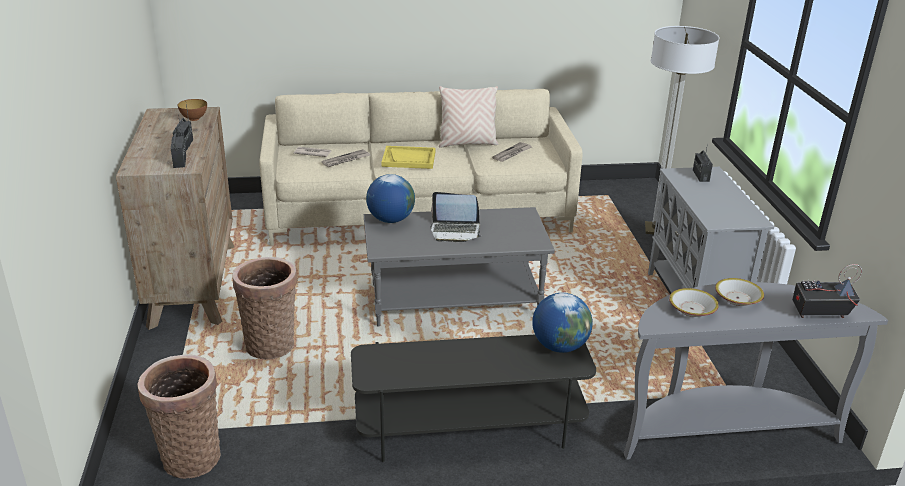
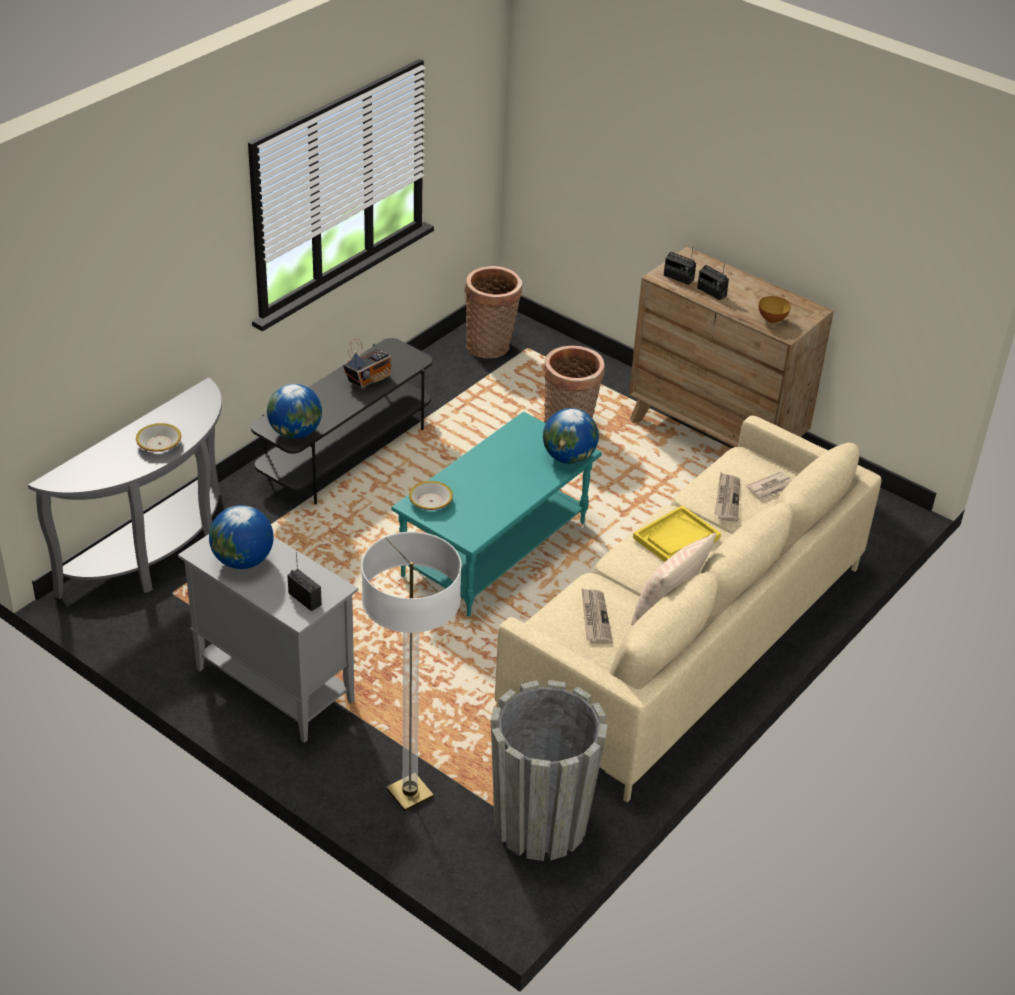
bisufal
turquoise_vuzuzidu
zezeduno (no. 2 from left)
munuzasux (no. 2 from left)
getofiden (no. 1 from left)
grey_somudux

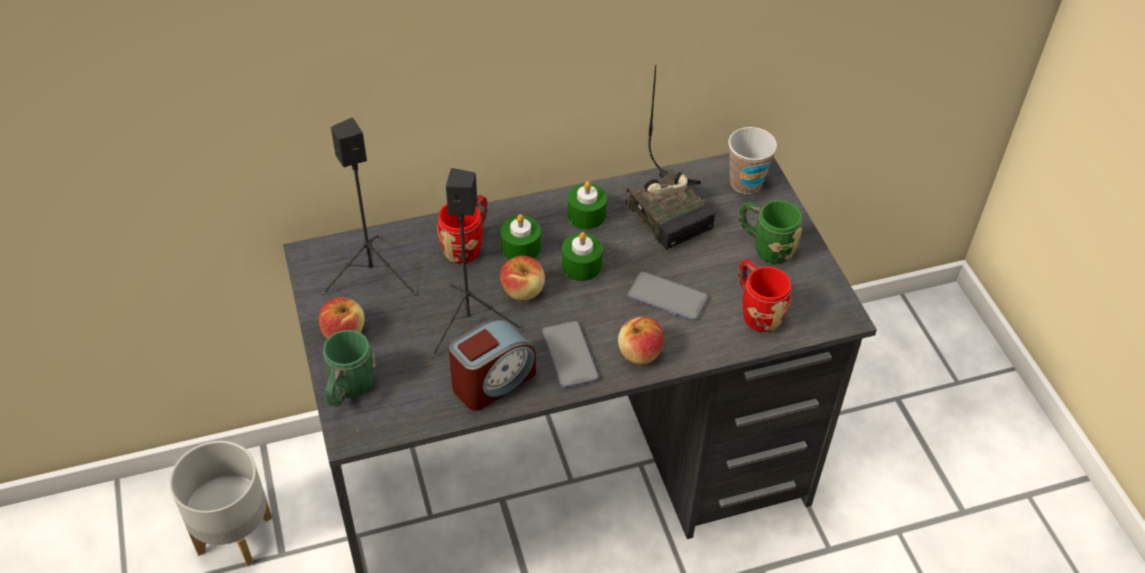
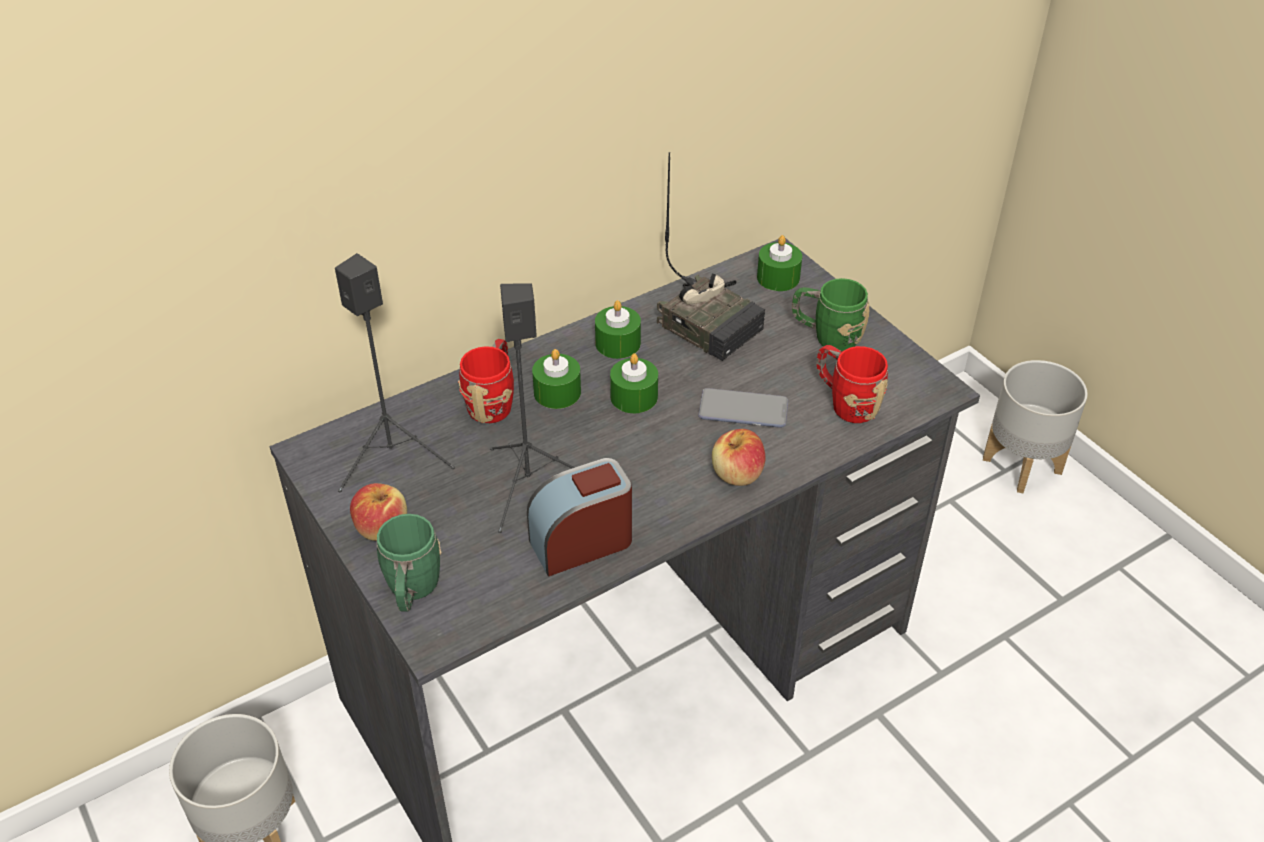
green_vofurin (no. 4 from left)
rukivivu (no. 2 from left in the first image)
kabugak
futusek (no. 1 from left in the first image)
grey_somudux (no. 2 from left)

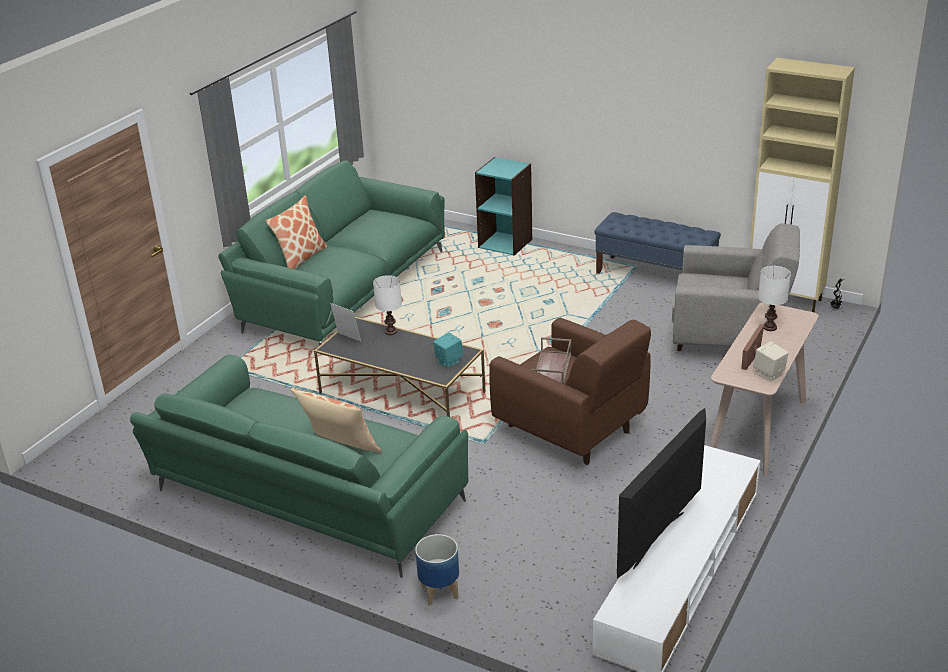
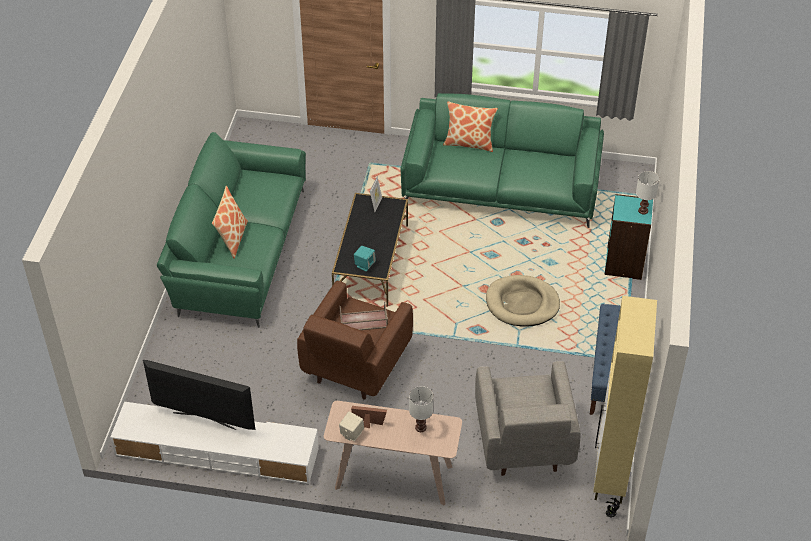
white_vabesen (no. 2 from left)
somudux
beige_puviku

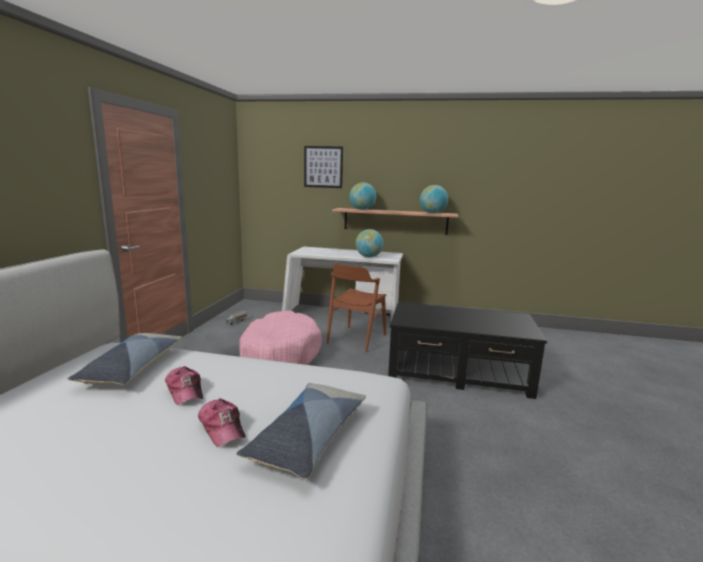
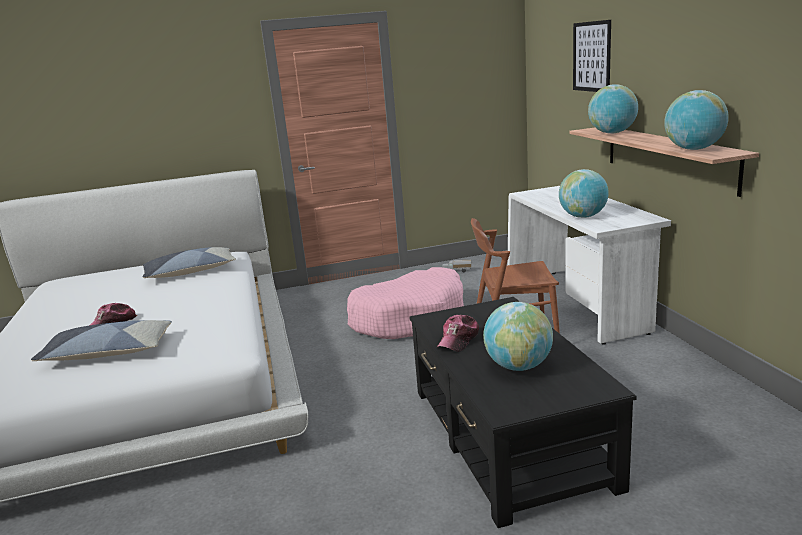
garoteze (no. 2 from left)
getofiden (no. 1 from left)

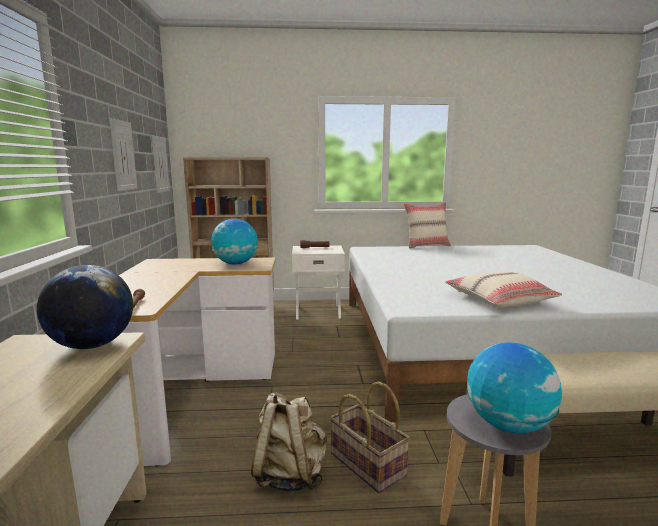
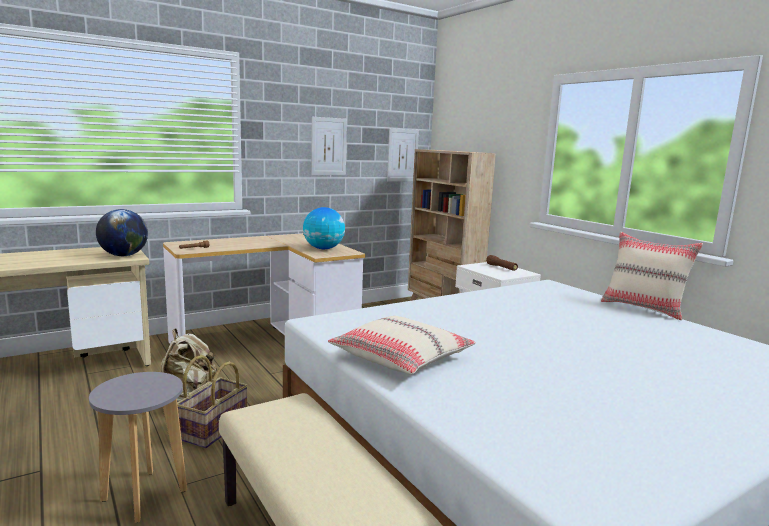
getofiden (no. 3 from left in the first image)

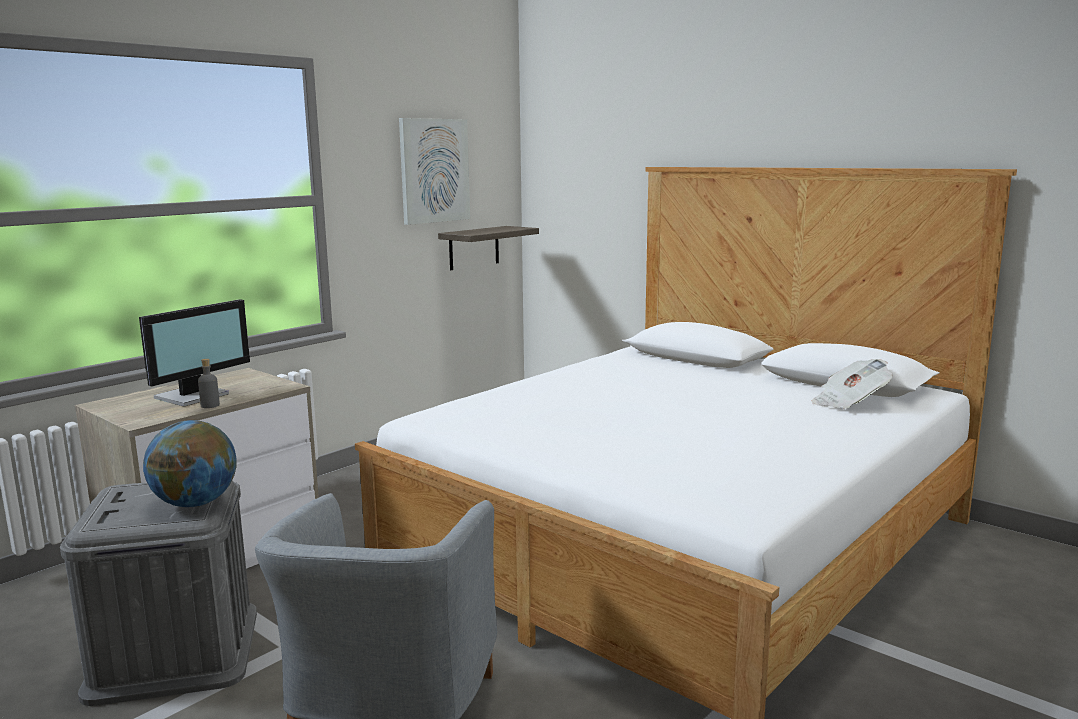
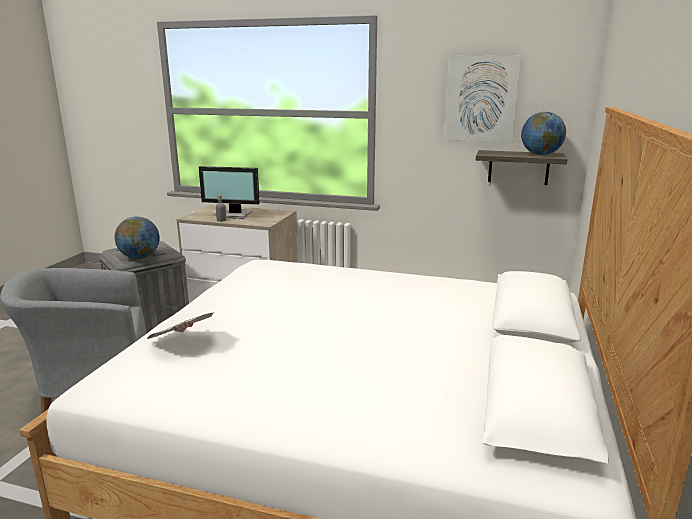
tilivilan
getofiden (no. 2 from left)

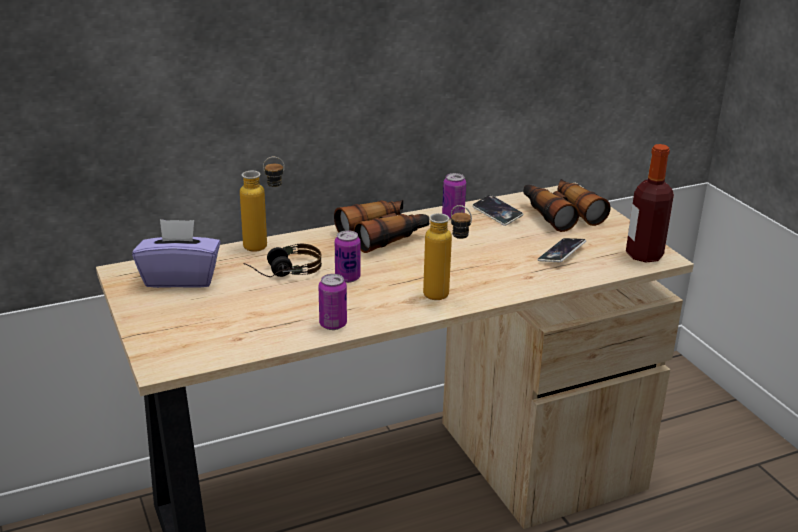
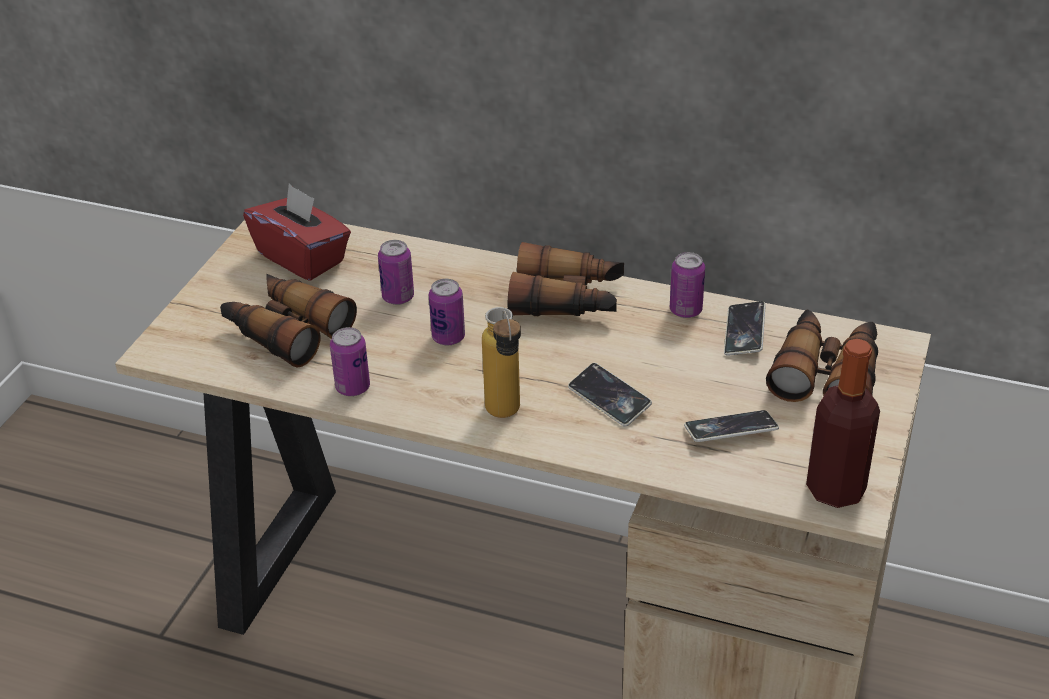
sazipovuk (no. 1 from left in the first image)
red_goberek
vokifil (no. 2 from left)
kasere (no. 1 from left)
futusek (no. 1 from left)

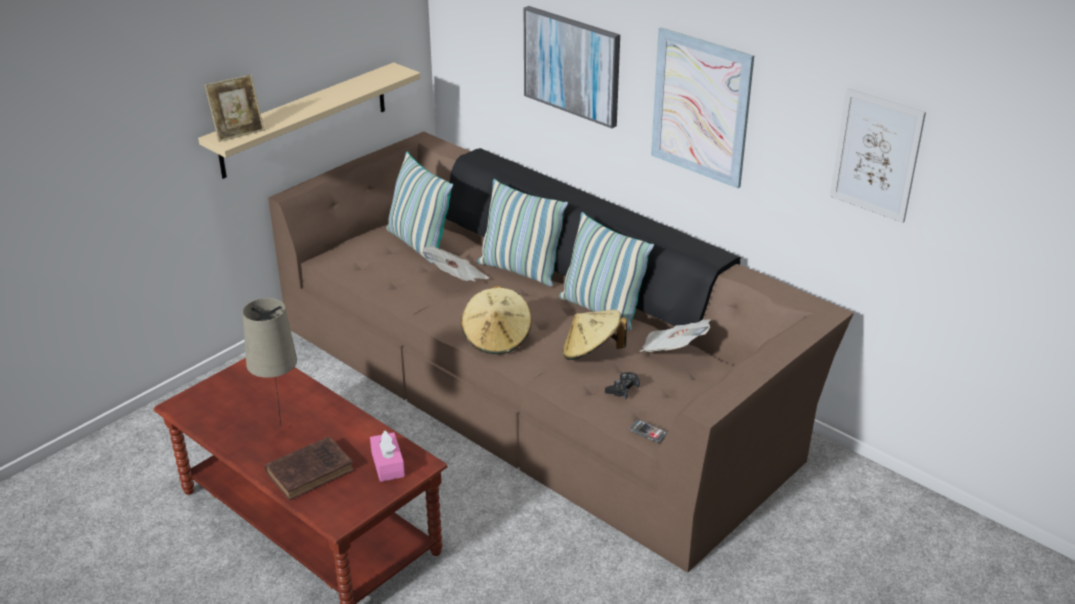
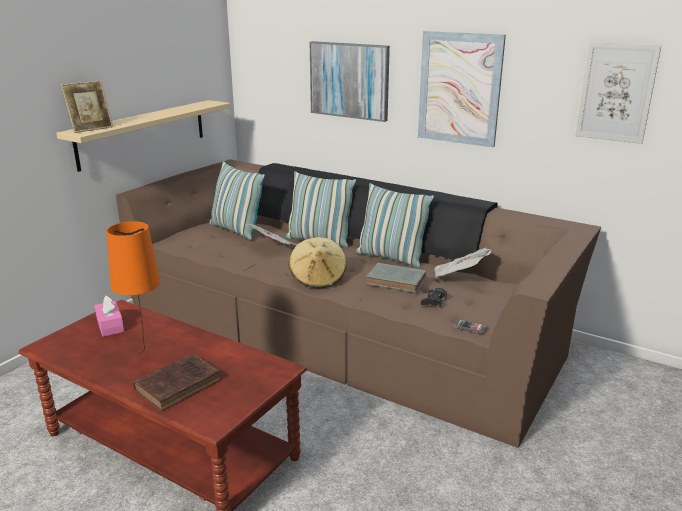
orange_vabesen
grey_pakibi
pink_goberek

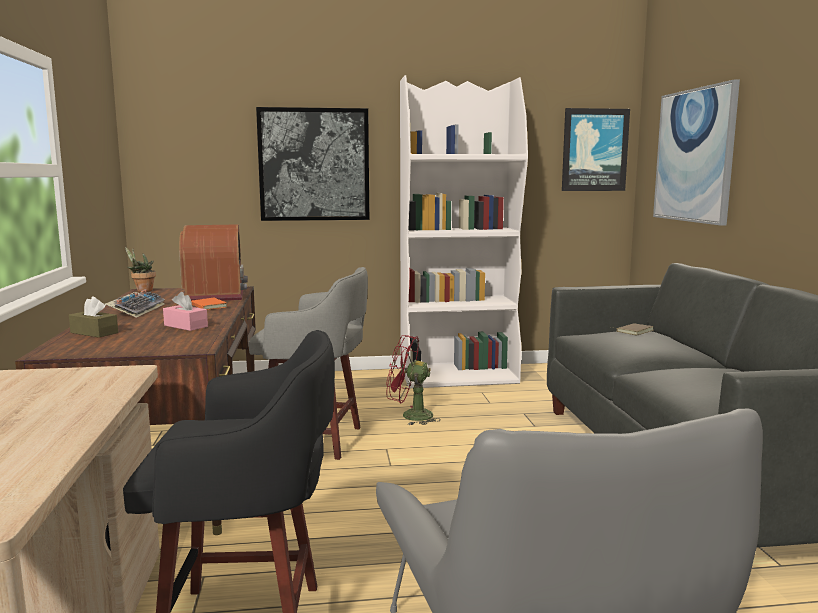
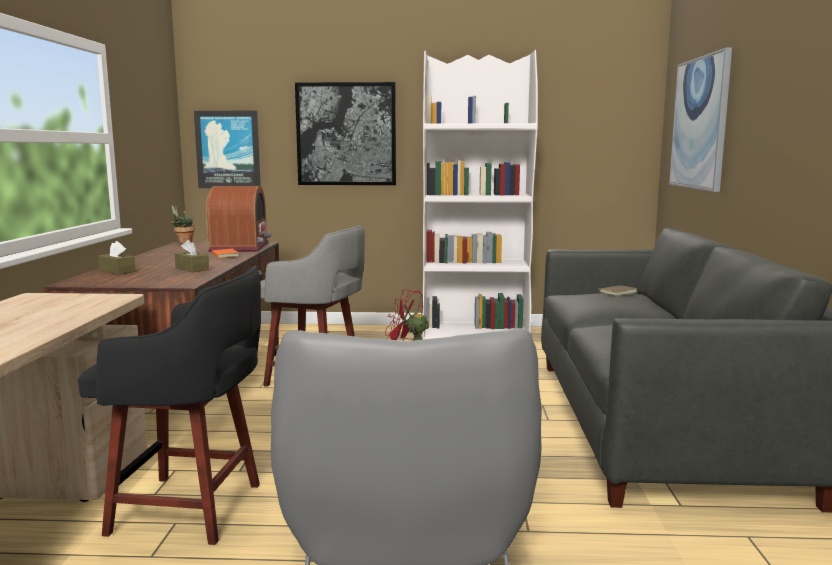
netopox (no. 1 from left)
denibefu
brown_goberek (no. 2 from left)

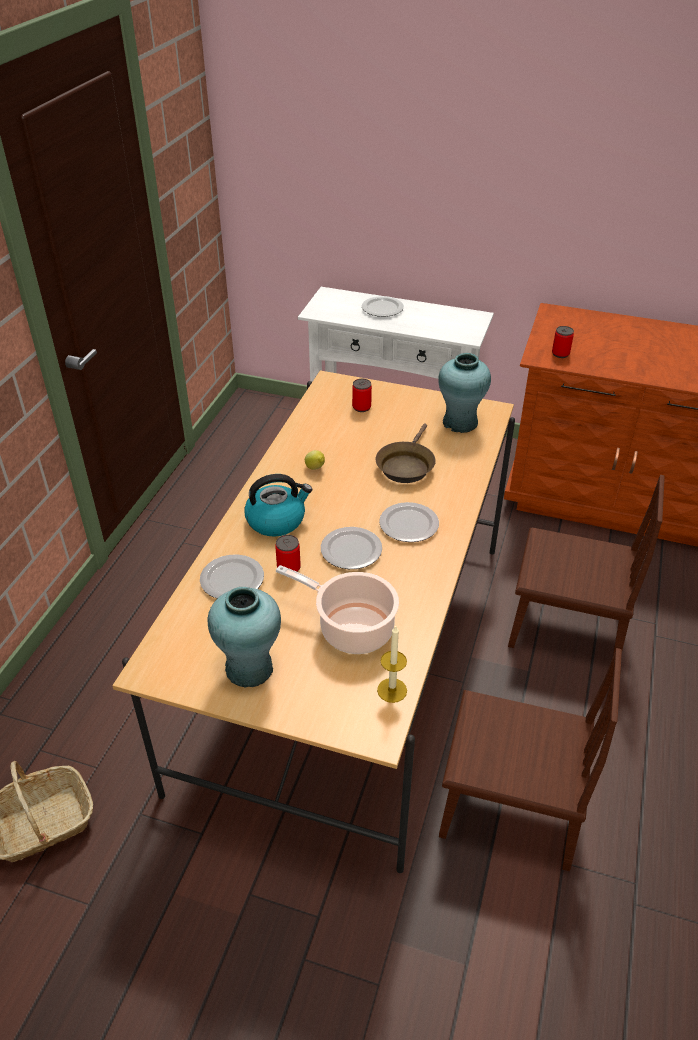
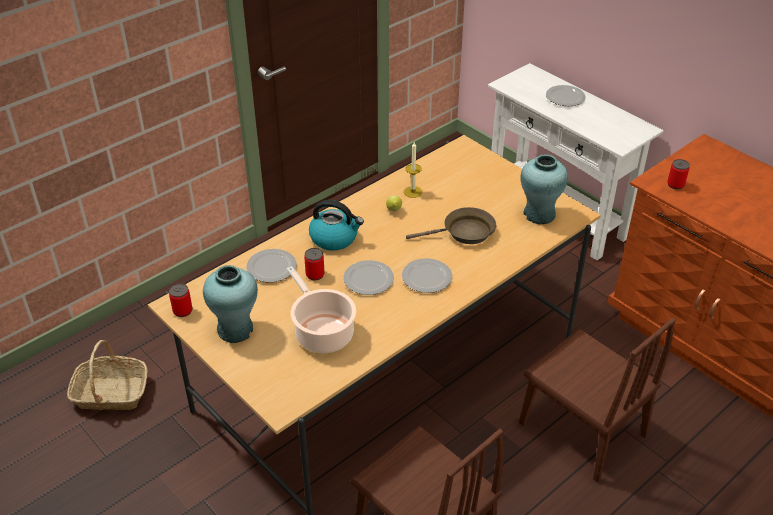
vokifil (no. 1 from left)
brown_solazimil
vofurin

